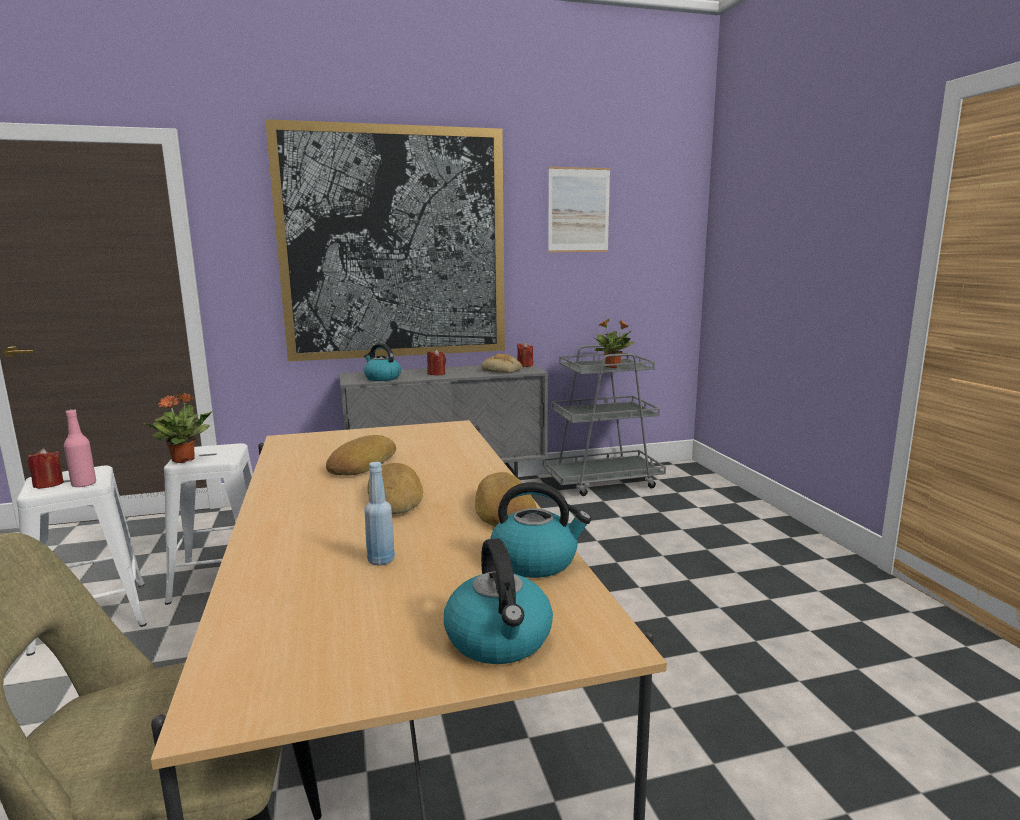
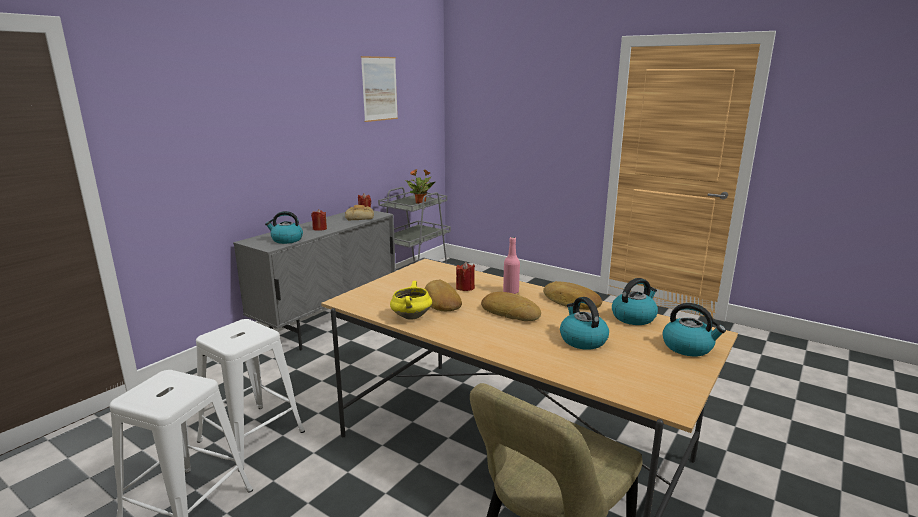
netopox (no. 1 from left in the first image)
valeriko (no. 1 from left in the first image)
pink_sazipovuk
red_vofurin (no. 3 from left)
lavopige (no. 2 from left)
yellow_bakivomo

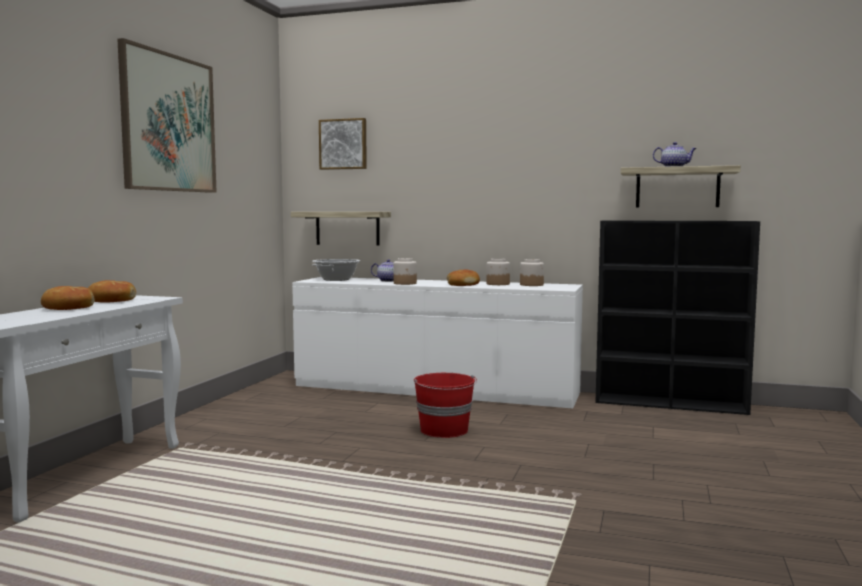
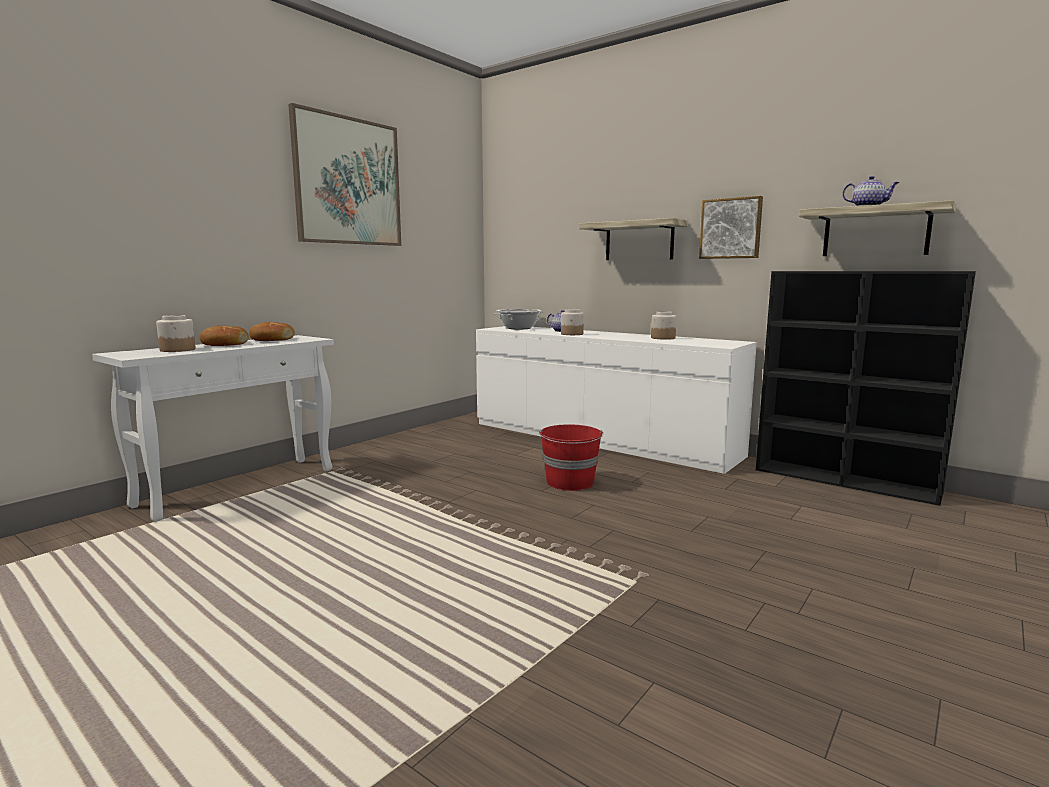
netopox (no. 2 from left)
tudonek (no. 1 from left)
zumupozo (no. 1 from left)
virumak (no. 3 from left in the first image)

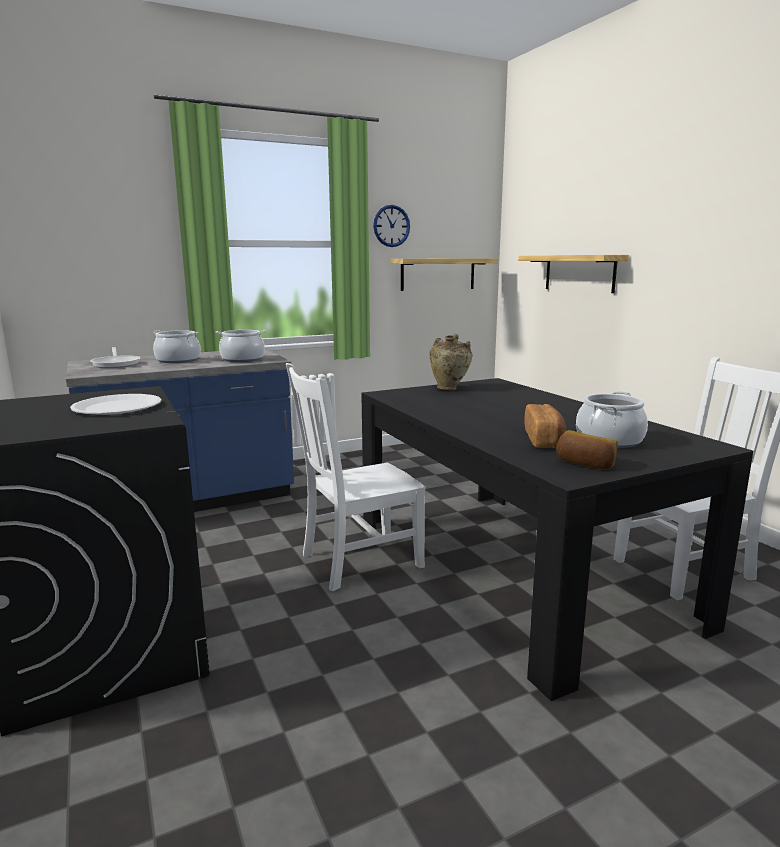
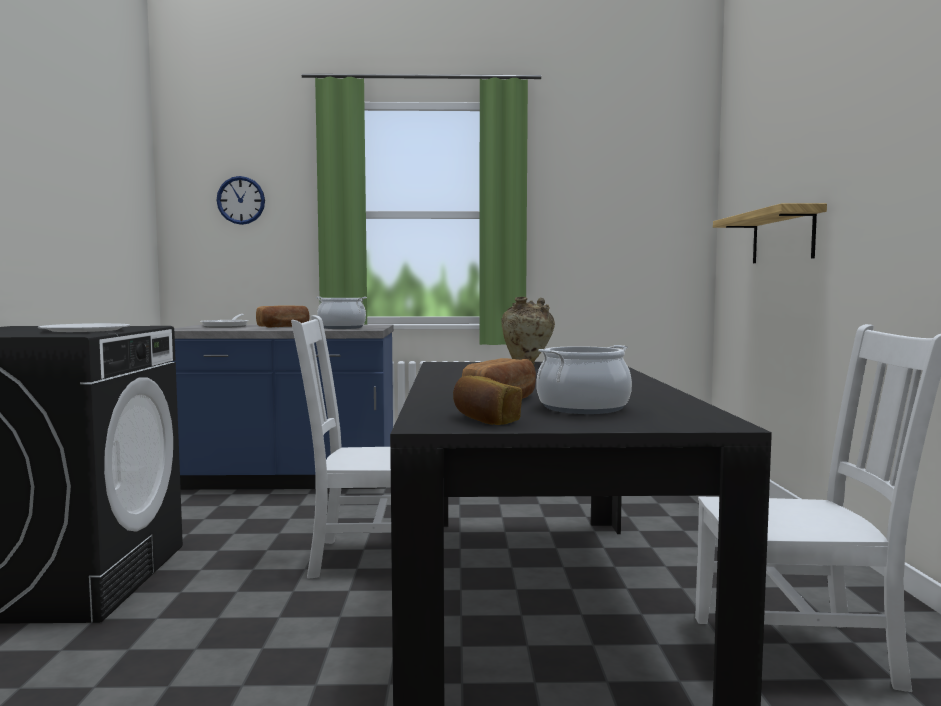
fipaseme
tudonek (no. 1 from left in the first image)
virumak (no. 1 from left)

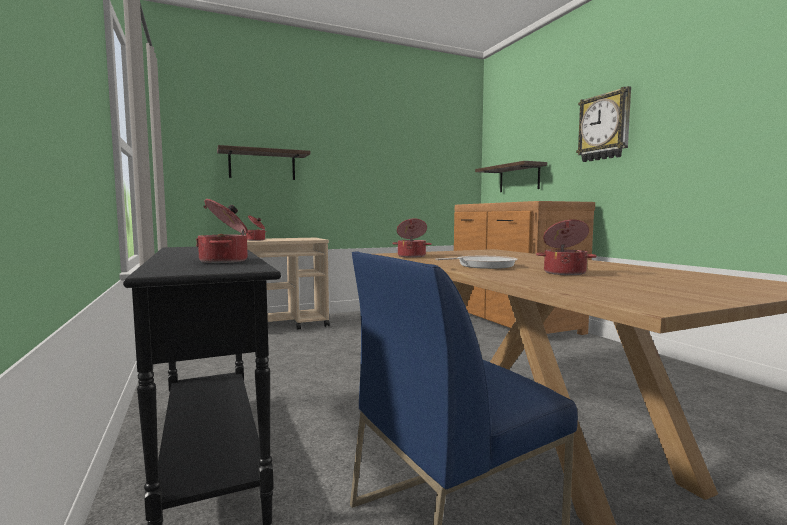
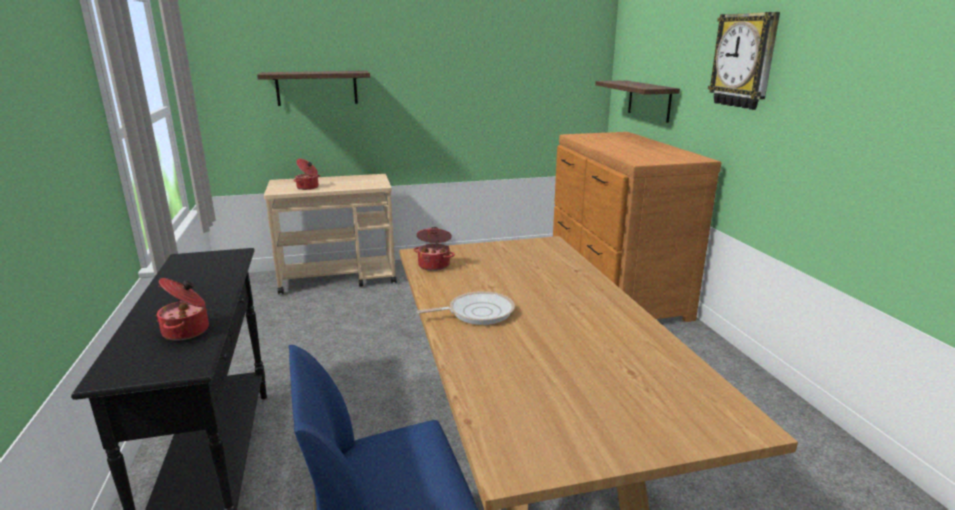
bakivomo (no. 4 from left in the first image)

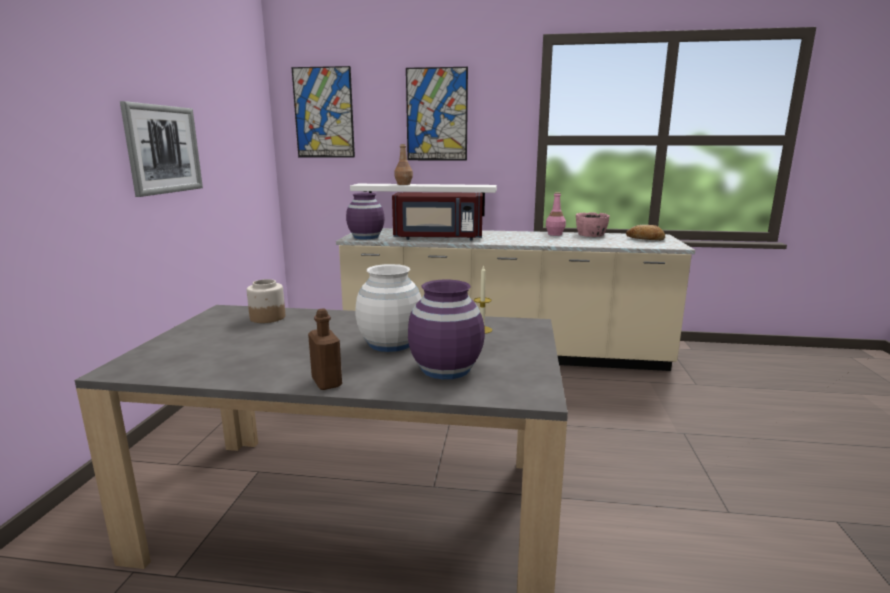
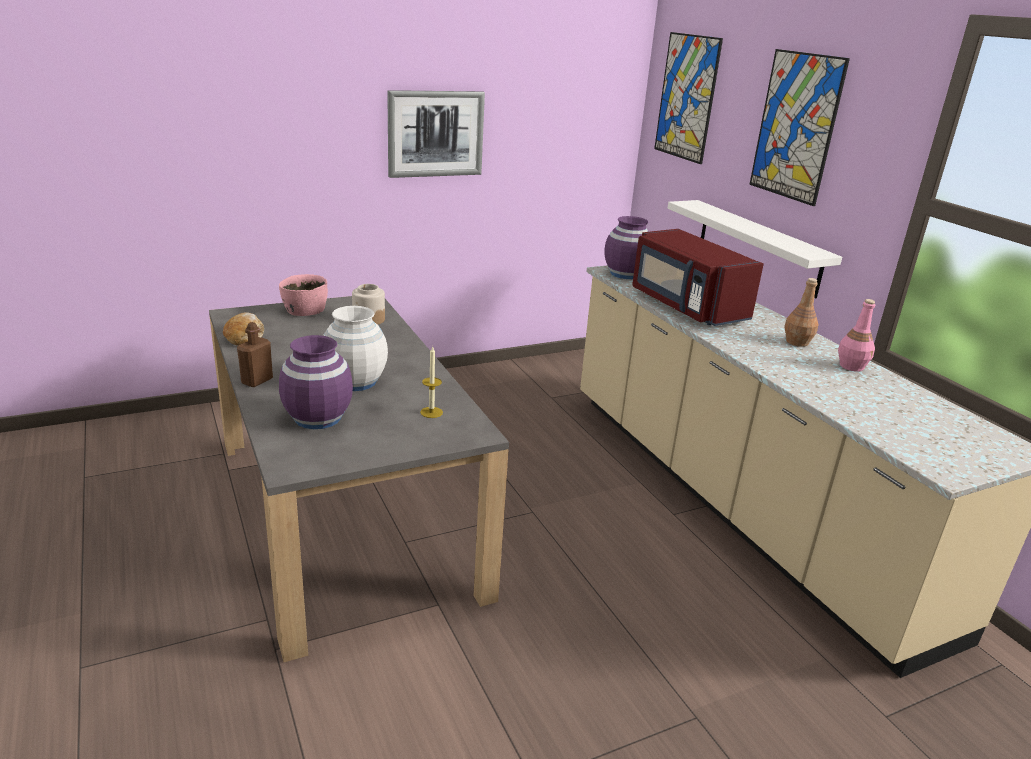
brown_sazipovuk (no. 2 from left)
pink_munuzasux
virumak

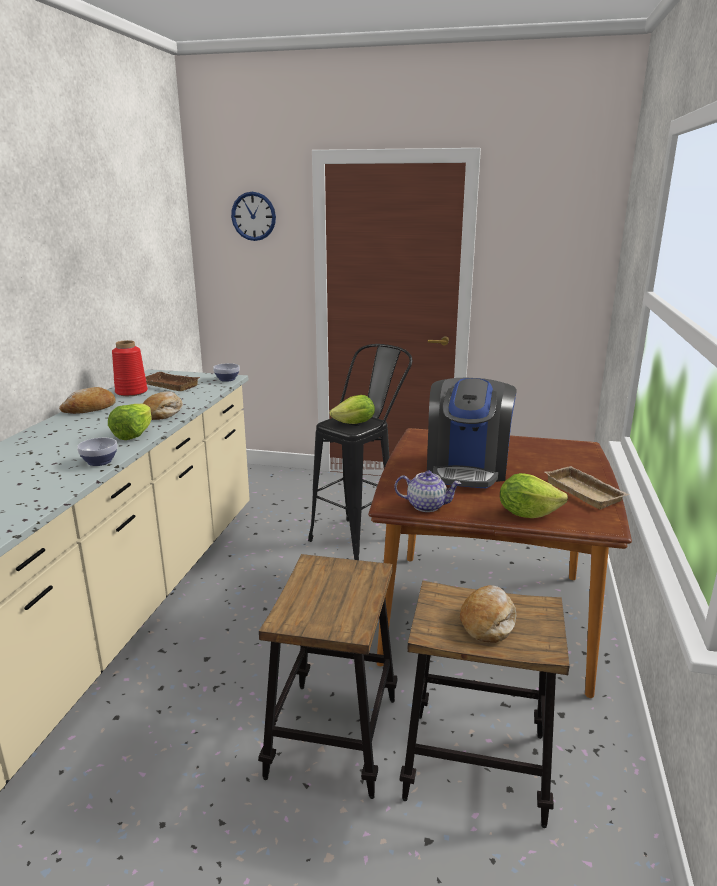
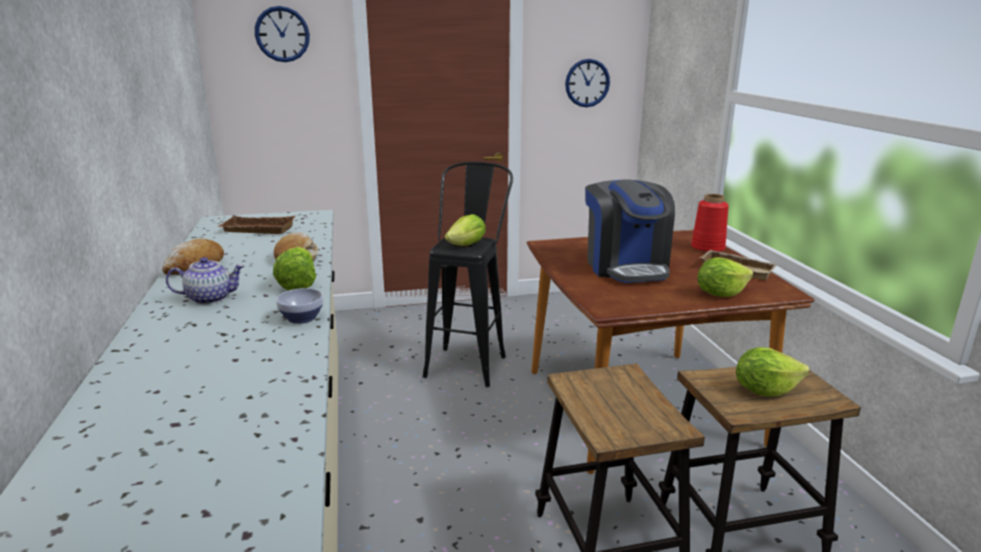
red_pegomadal
munuzasux (no. 2 from left in the first image)
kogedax
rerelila (no. 4 from left)
fipaseme (no. 2 from left)

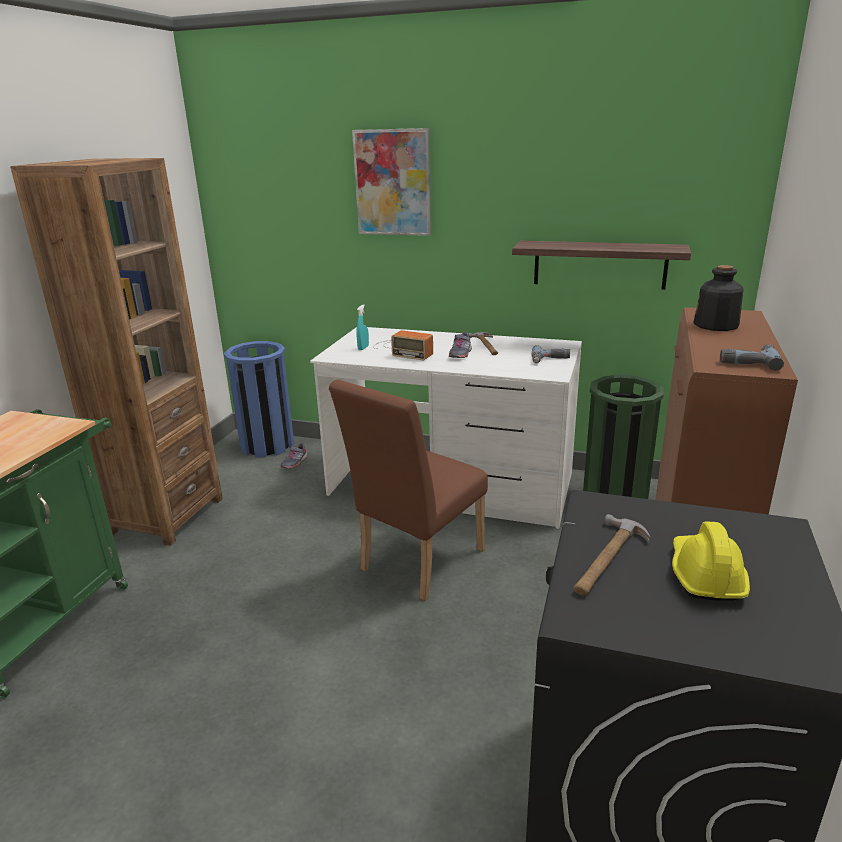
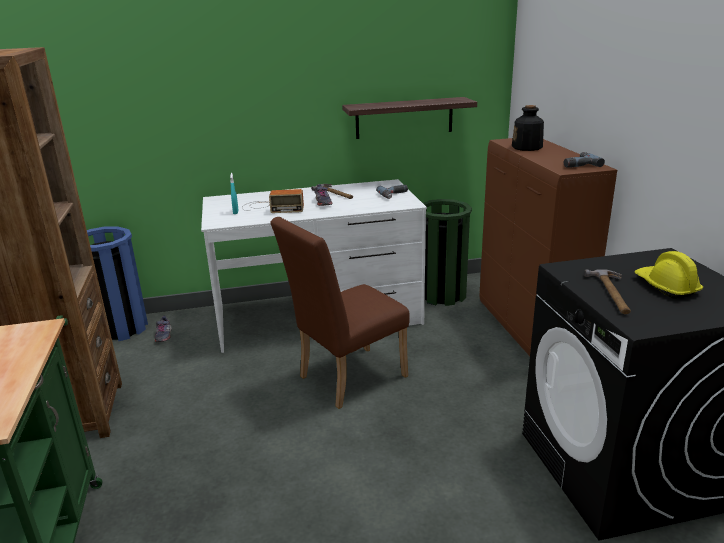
netopox
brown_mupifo

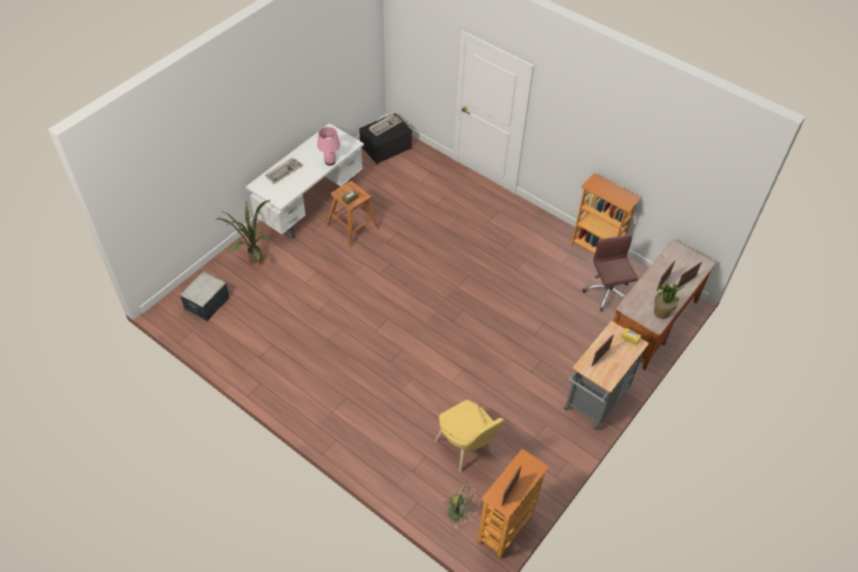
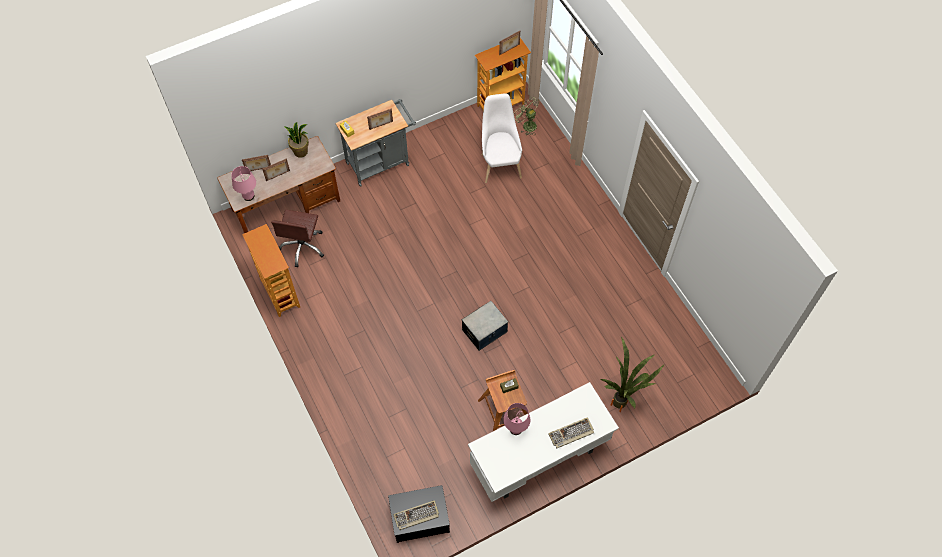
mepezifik (no. 2 from left)
white_mupifo
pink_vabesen (no. 1 from left)

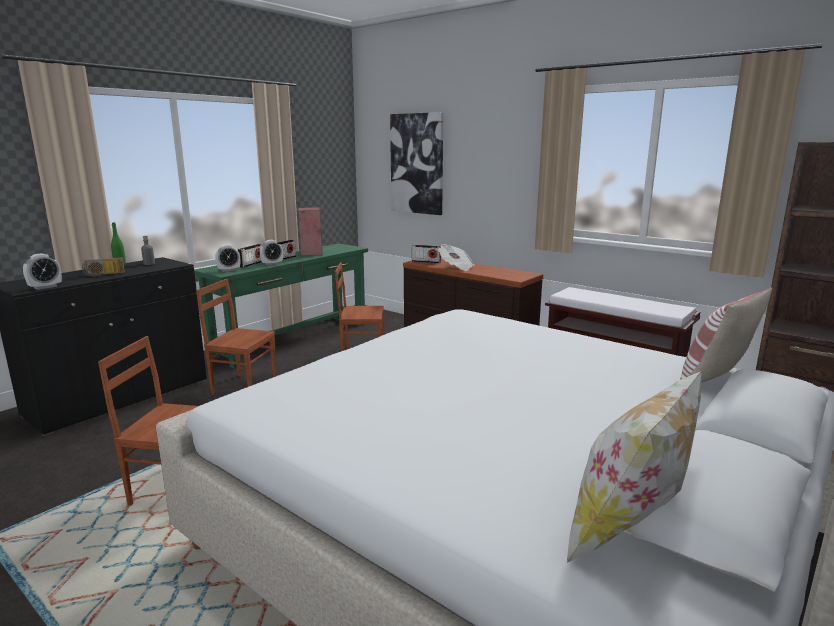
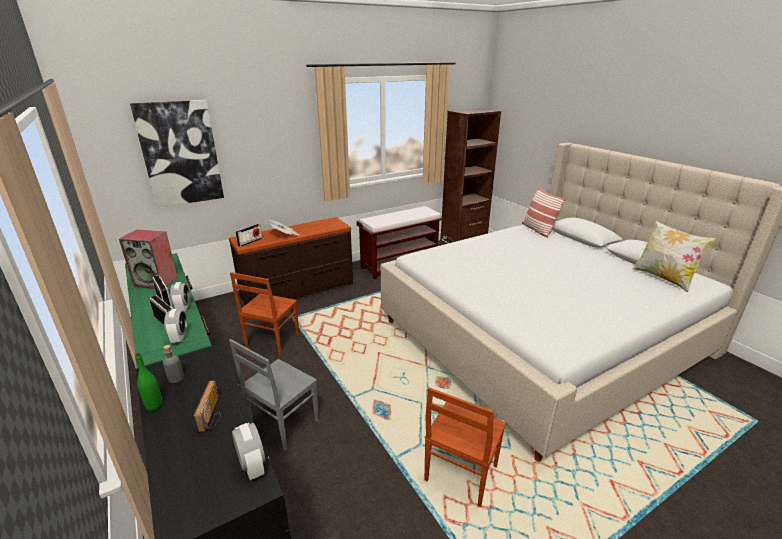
grey_mupifo

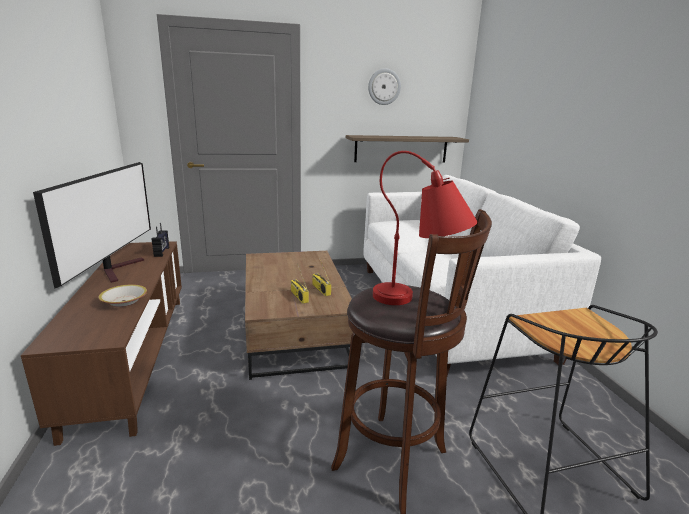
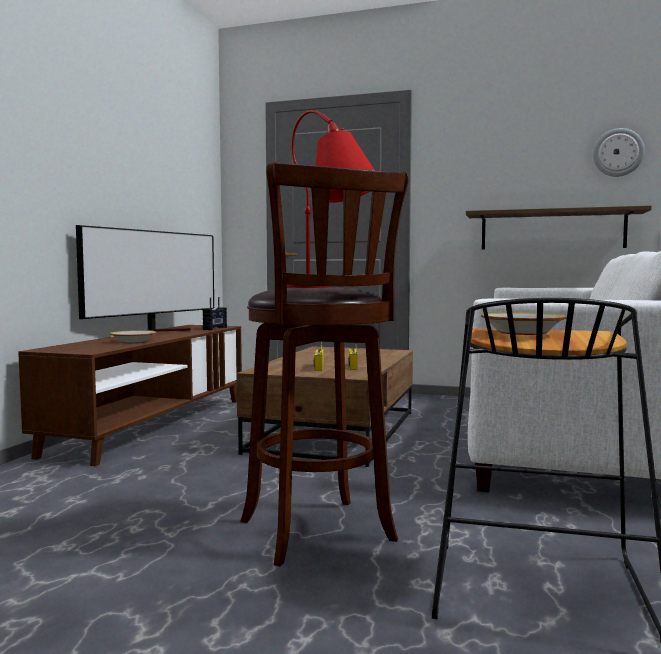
fipaseme
munuzasux (no. 2 from left)

